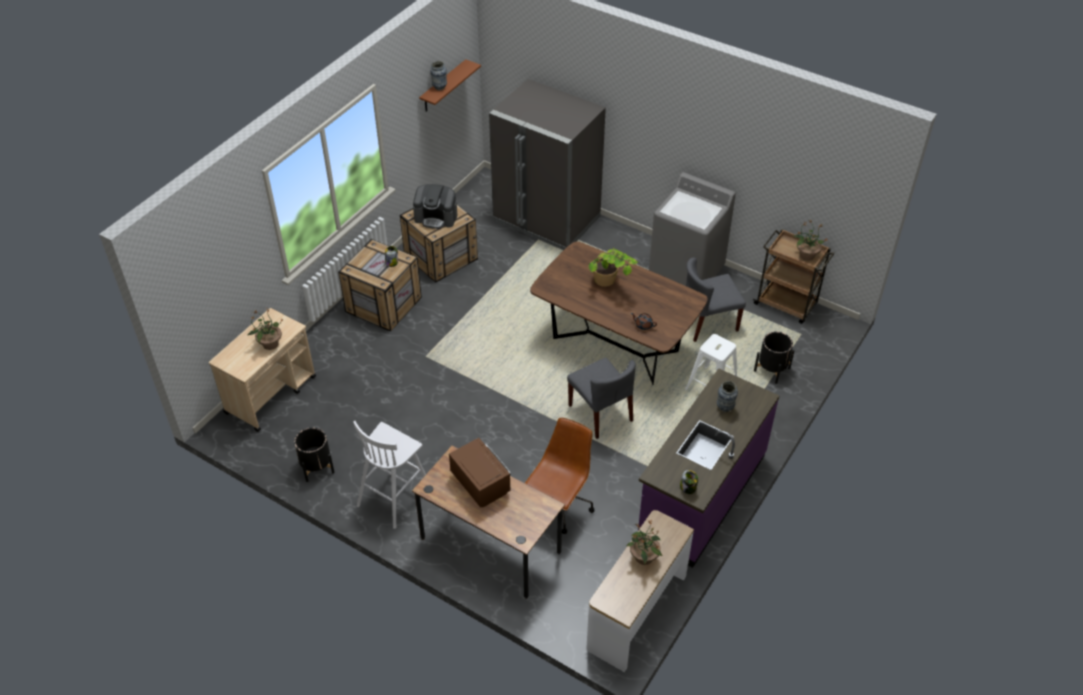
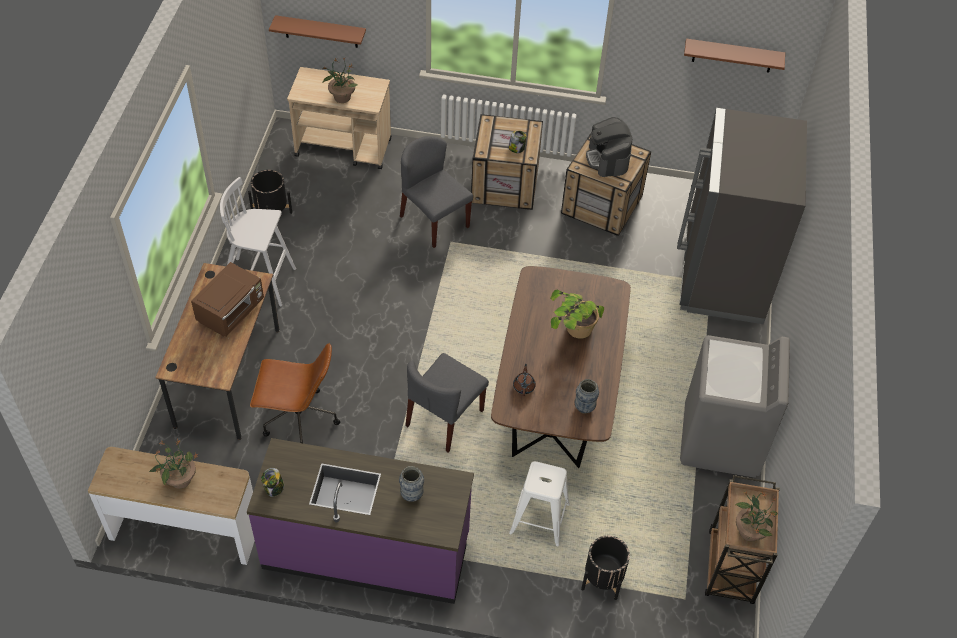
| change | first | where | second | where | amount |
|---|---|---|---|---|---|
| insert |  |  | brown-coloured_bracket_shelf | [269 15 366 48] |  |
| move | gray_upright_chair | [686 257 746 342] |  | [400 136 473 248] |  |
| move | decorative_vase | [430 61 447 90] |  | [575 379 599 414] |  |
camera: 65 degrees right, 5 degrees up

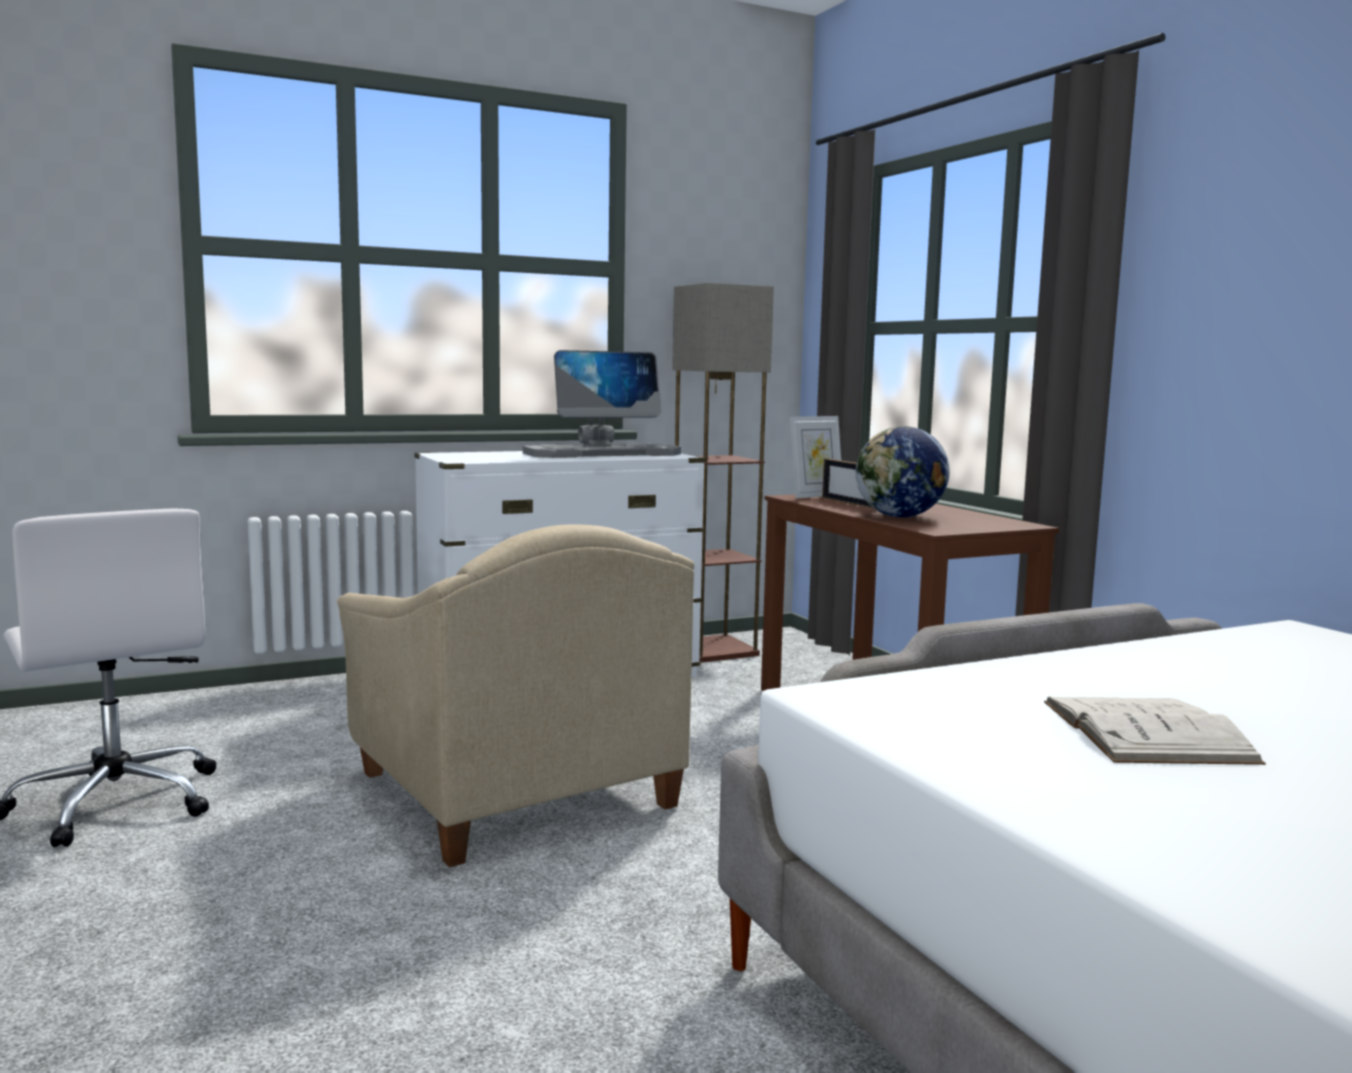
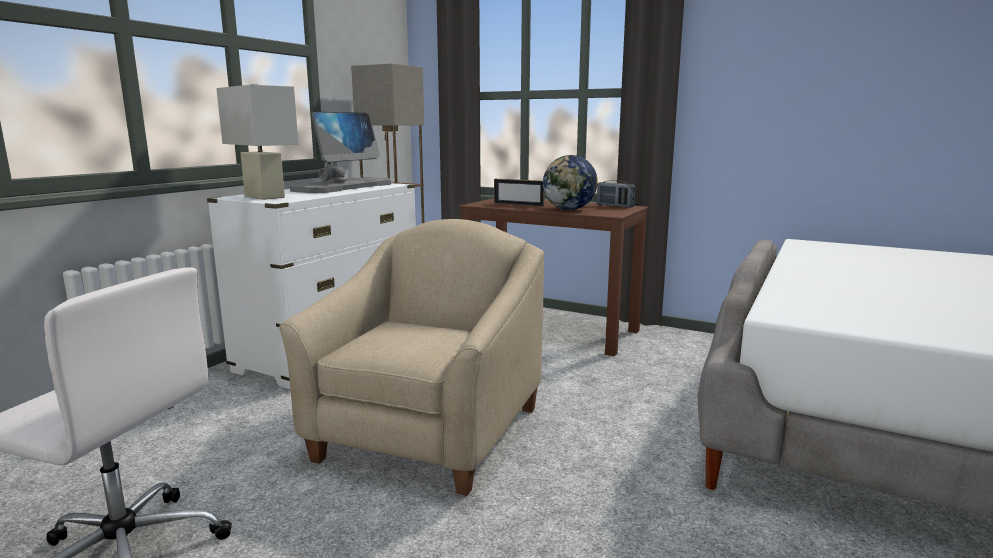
| change | first | where | second | where | amount |
|---|---|---|---|---|---|
| insert |  |  | white-coloured_table_lamp | [216 84 299 200] |  |
| rotate | beige-coloured_lounge_chair | [337 525 694 867] |  | [279 219 544 496] | 90 degrees counterclockwise |
| insert |  |  | radio_set | [597 180 635 208] |  |
| delete | standing_frame | [790 416 841 499] |  |  |  |
| delete | white-coloured_book | [1044 697 1266 765] |  |  |  |
camera: 35 degrees left, 5 degrees up

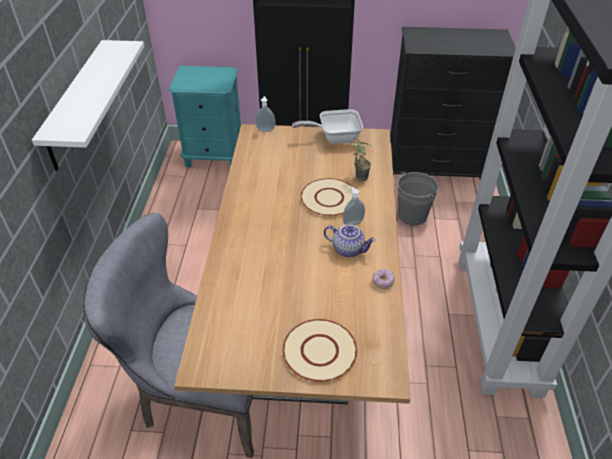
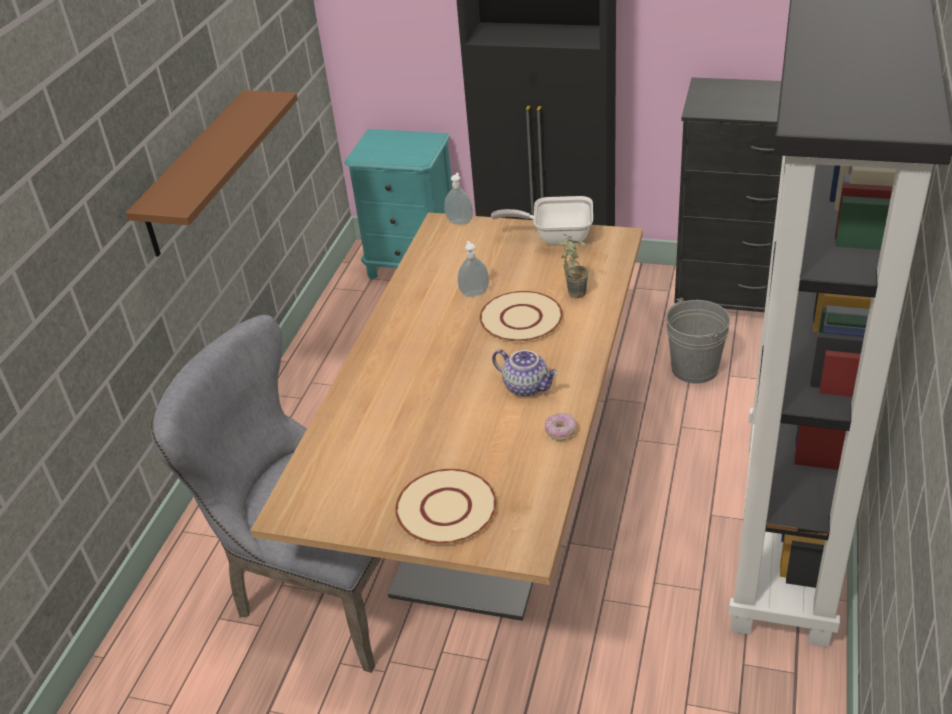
| change | first | where | second | where | amount |
|---|---|---|---|---|---|
| recolor | white-coloured_bracket_shelf | [32 40 144 171] | brown-coloured_bracket_shelf | [126 90 298 257] |  |
| move | liquid_soap_bottle | [343 187 365 226] |  | [458 241 489 297] |  |
camera: 15 degrees right, 5 degrees down

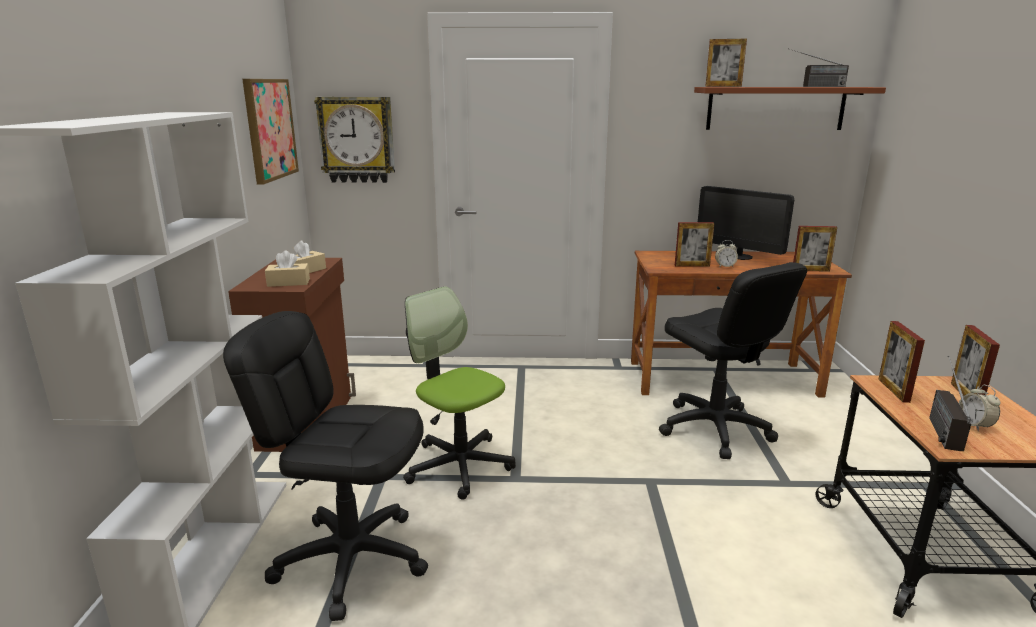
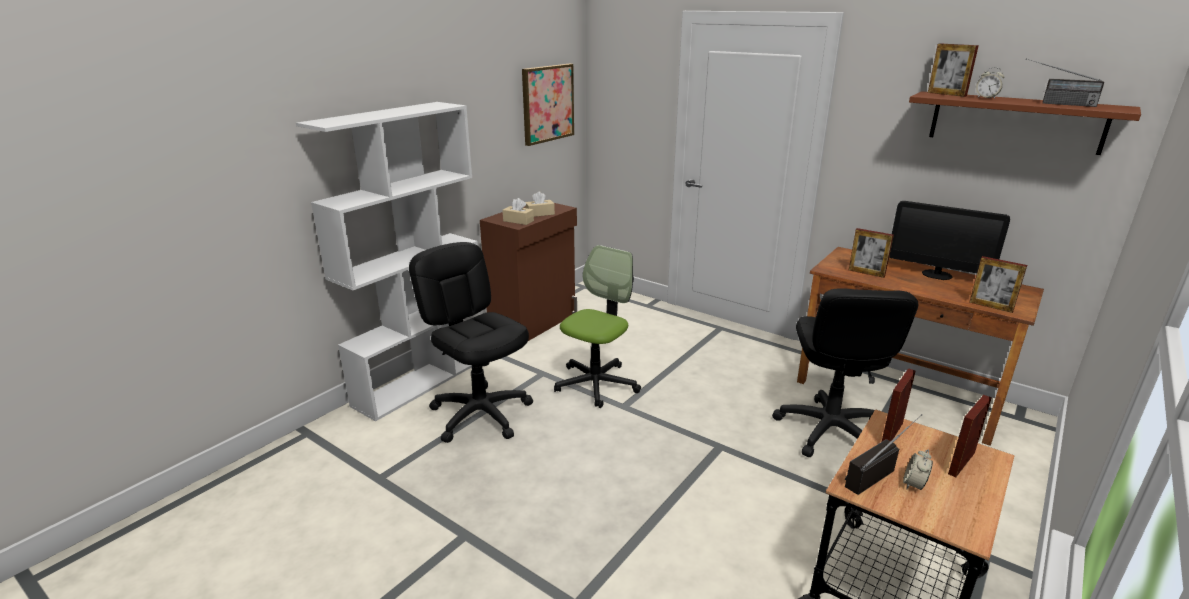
| change | first | where | second | where | amount |
|---|---|---|---|---|---|
| rotate | office_chair | [403 286 516 500] |  | [554 245 641 408] | 45 degrees clockwise |
| rotate | computer_display | [698 186 794 260] |  | [889 201 1010 280] | 45 degrees counterclockwise |
| move | bedside_clock | [715 240 738 267] |  | [976 67 1004 99] |  |
| delete | wall_clock | [314 97 395 183] |  |  |  |
camera: 35 degrees right, 5 degrees up

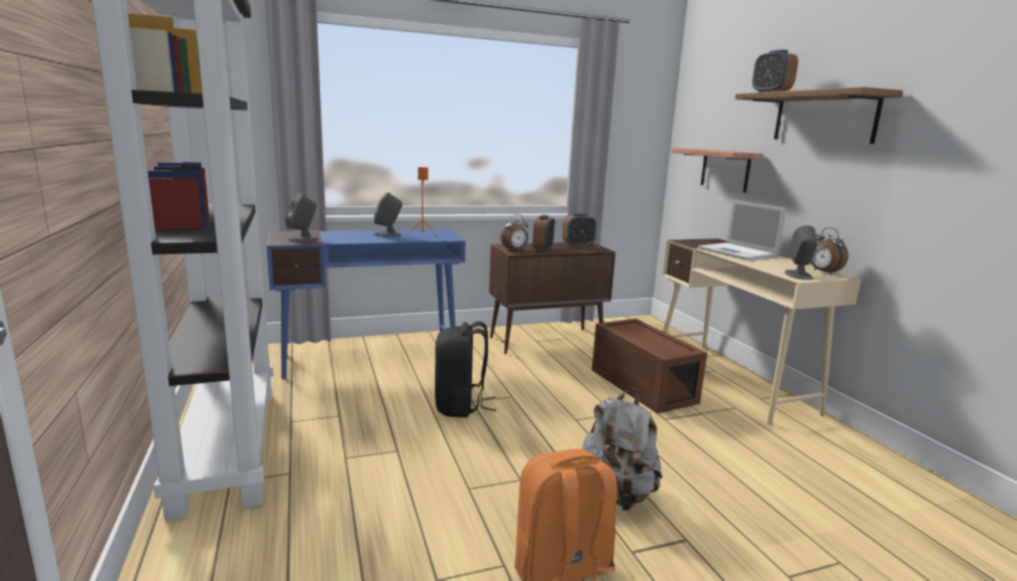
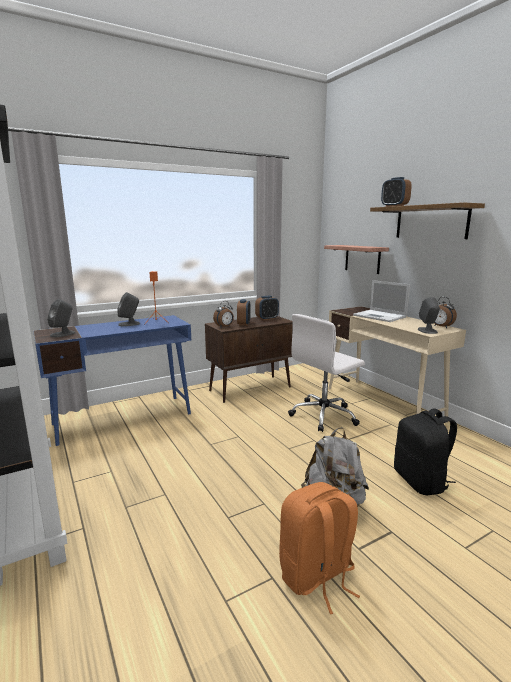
| change | first | where | second | where | amount |
|---|---|---|---|---|---|
| replace | brown-coloured_storage_box | [592 318 707 414] | white-coloured_office_chair | [288 314 365 432] |  |
| move | blackish_knapsack | [435 321 496 417] |  | [394 408 457 495] |  |
camera: 10 degrees left, 0 degrees up

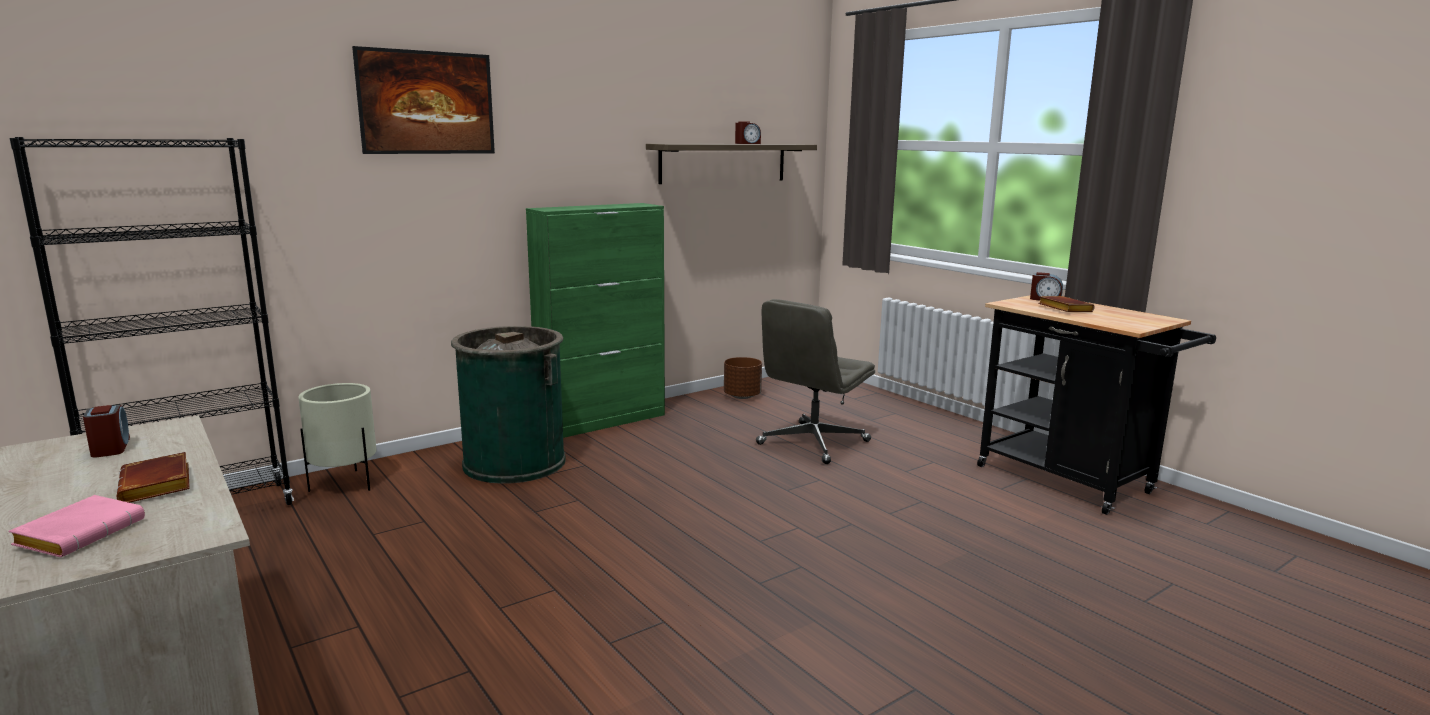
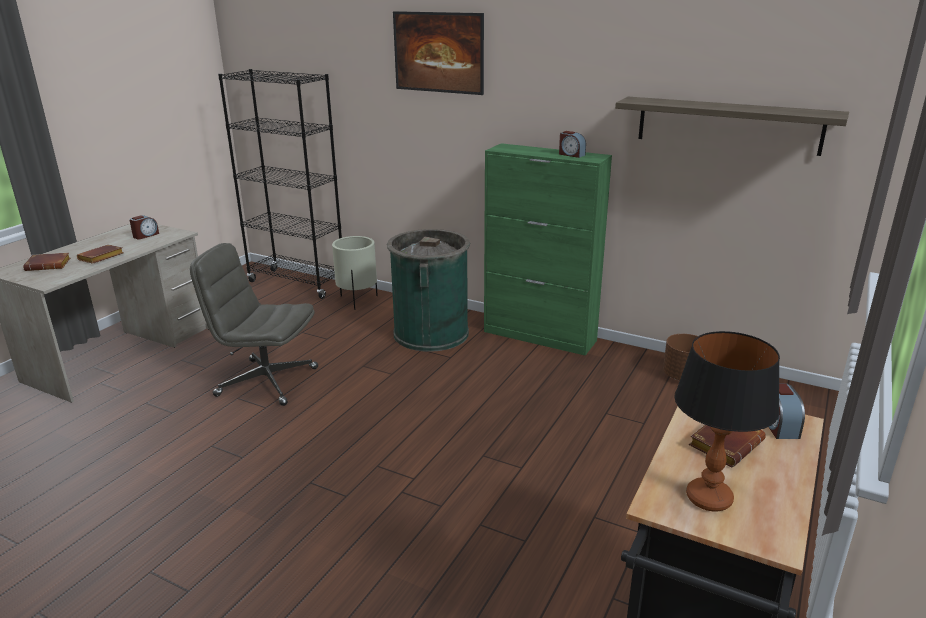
| change | first | where | second | where | amount |
|---|---|---|---|---|---|
| recolor | pinkish_book | [8 495 145 557] | brown-coloured_book | [23 253 70 271] |  |
| move | gray_office_chair | [756 299 875 464] |  | [190 243 318 406] |  |
| move | bedside_clock | [735 121 761 144] |  | [559 131 586 158] |  |
| insert |  |  | table_lamp | [674 331 780 512] |  |
camera: 65 degrees right, 10 degrees up

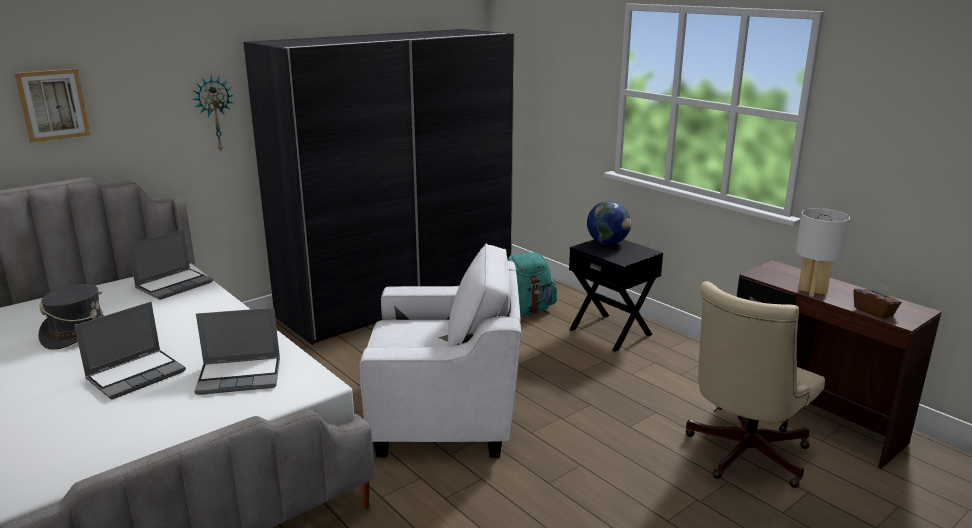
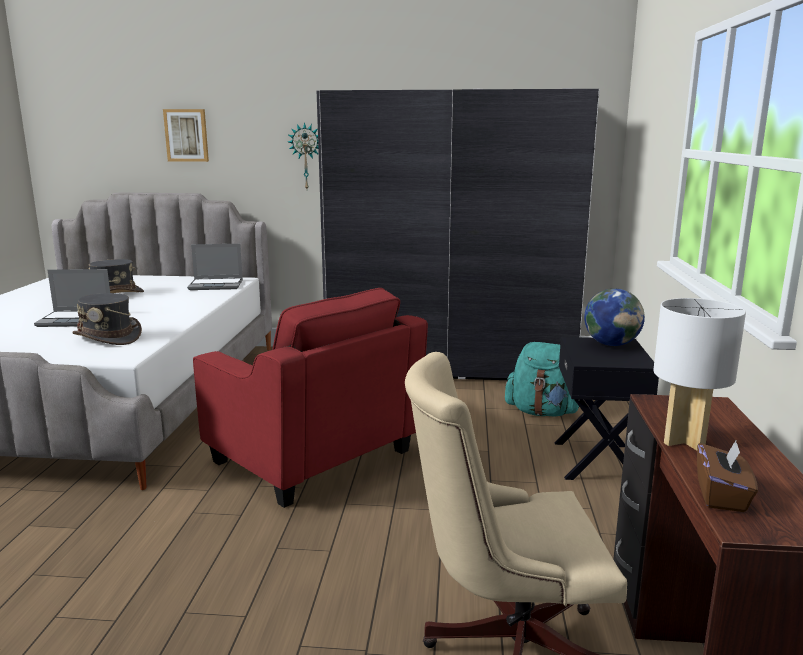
| change | first | where | second | where | amount |
|---|---|---|---|---|---|
| replace | portable_computer | [194 308 280 395] | gray_hat | [72 293 142 345] |  |
| recolor | white-coloured_lounge_chair | [360 244 521 458] | red-coloured_lounge_chair | [193 288 428 508] |  |
camera: 45 degrees right, 5 degrees down

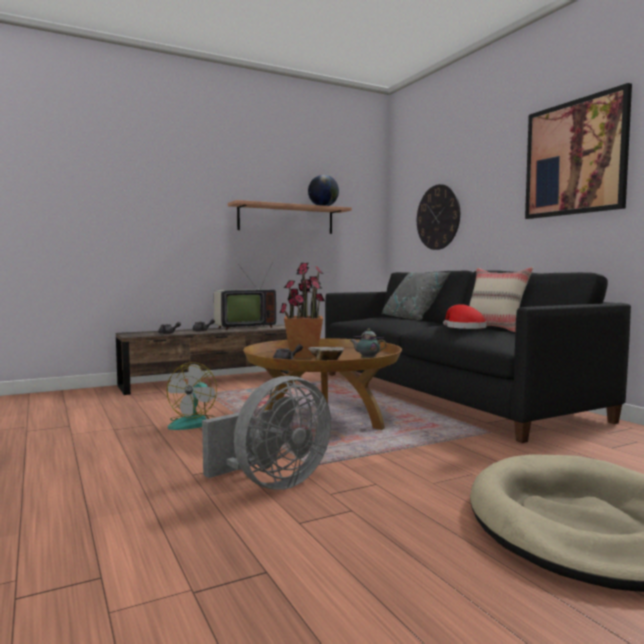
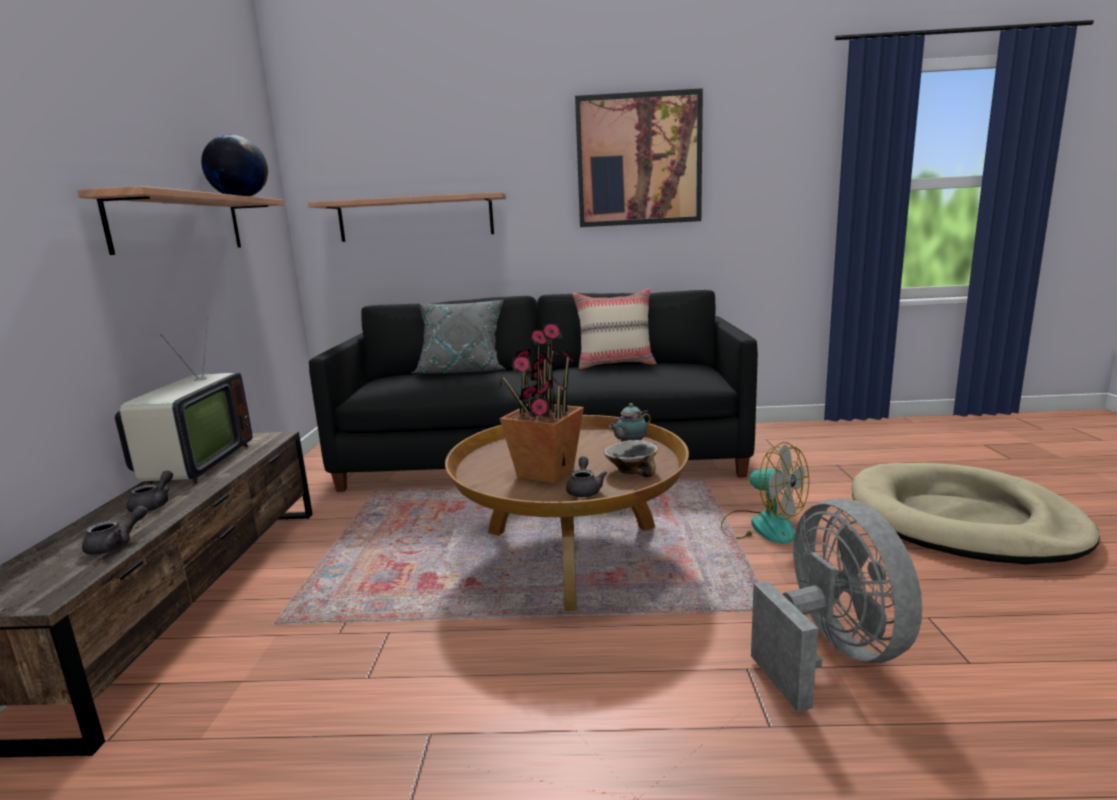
| change | first | where | second | where | amount |
|---|---|---|---|---|---|
| replace | wall_clock | [417 184 460 250] | bracket_shelf | [308 192 506 242] |  |
| move | fan | [167 362 217 430] |  | [721 442 809 544] |  |
| delete | red-coloured_hat | [443 304 487 329] |  |  |  |
camera: 60 degrees left, 10 degrees up

